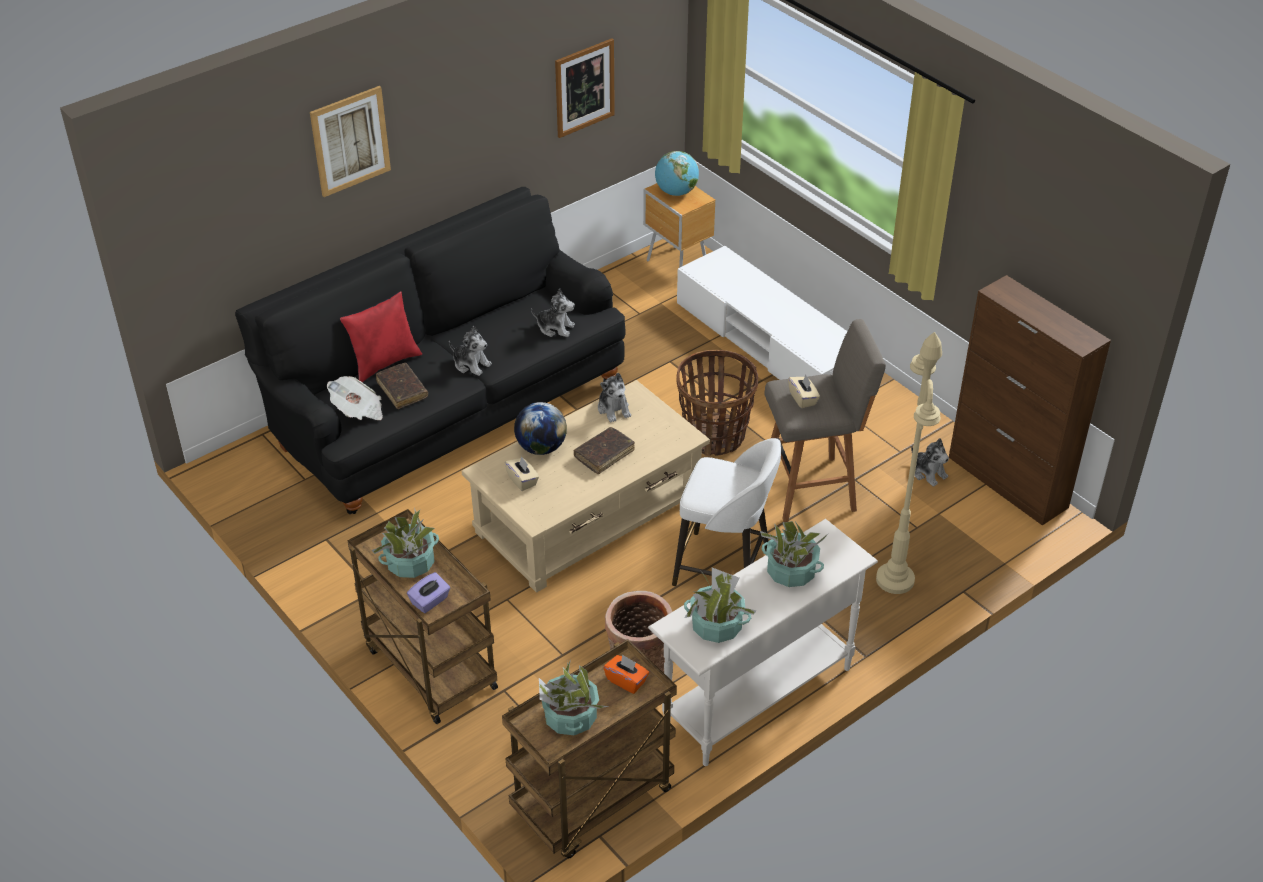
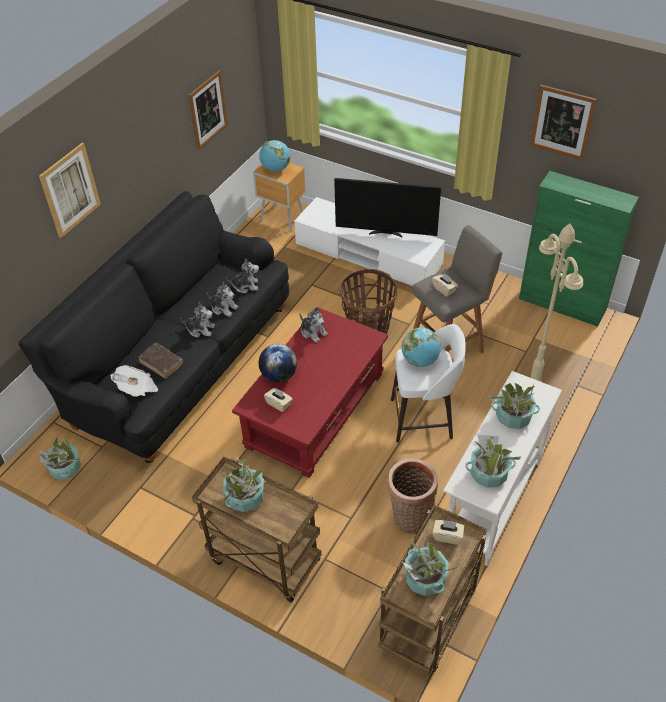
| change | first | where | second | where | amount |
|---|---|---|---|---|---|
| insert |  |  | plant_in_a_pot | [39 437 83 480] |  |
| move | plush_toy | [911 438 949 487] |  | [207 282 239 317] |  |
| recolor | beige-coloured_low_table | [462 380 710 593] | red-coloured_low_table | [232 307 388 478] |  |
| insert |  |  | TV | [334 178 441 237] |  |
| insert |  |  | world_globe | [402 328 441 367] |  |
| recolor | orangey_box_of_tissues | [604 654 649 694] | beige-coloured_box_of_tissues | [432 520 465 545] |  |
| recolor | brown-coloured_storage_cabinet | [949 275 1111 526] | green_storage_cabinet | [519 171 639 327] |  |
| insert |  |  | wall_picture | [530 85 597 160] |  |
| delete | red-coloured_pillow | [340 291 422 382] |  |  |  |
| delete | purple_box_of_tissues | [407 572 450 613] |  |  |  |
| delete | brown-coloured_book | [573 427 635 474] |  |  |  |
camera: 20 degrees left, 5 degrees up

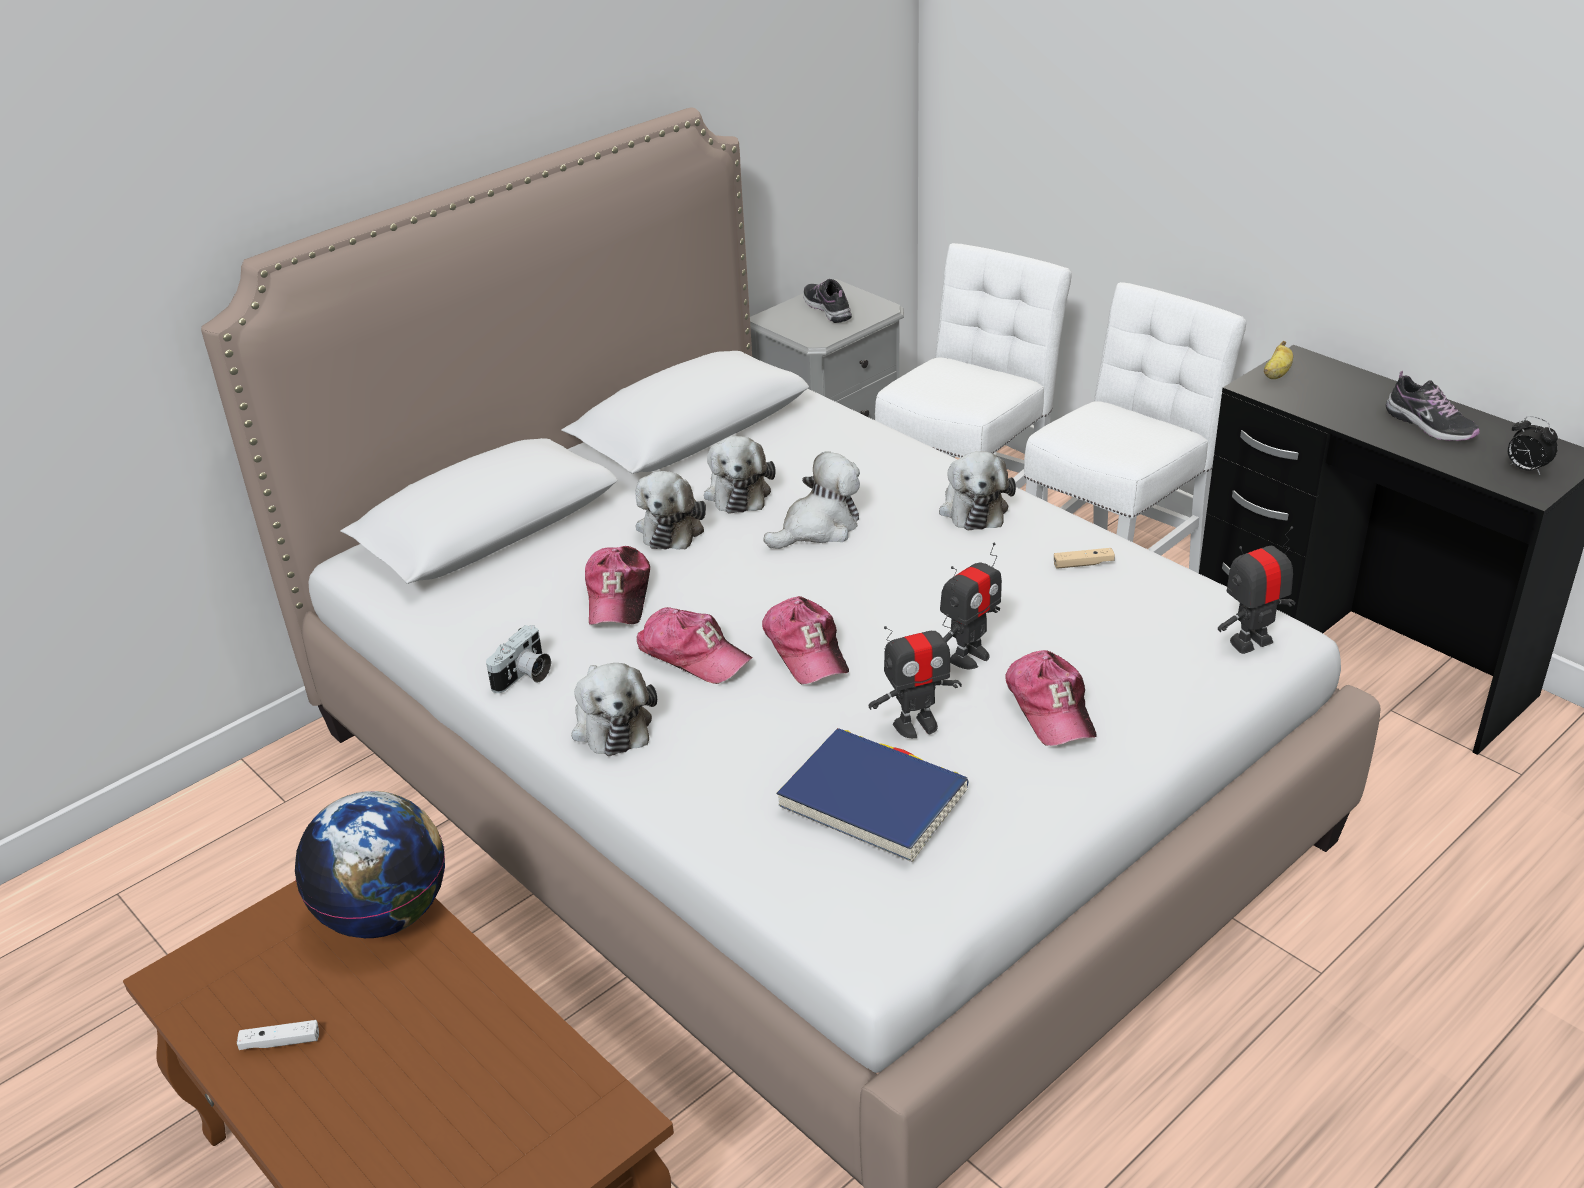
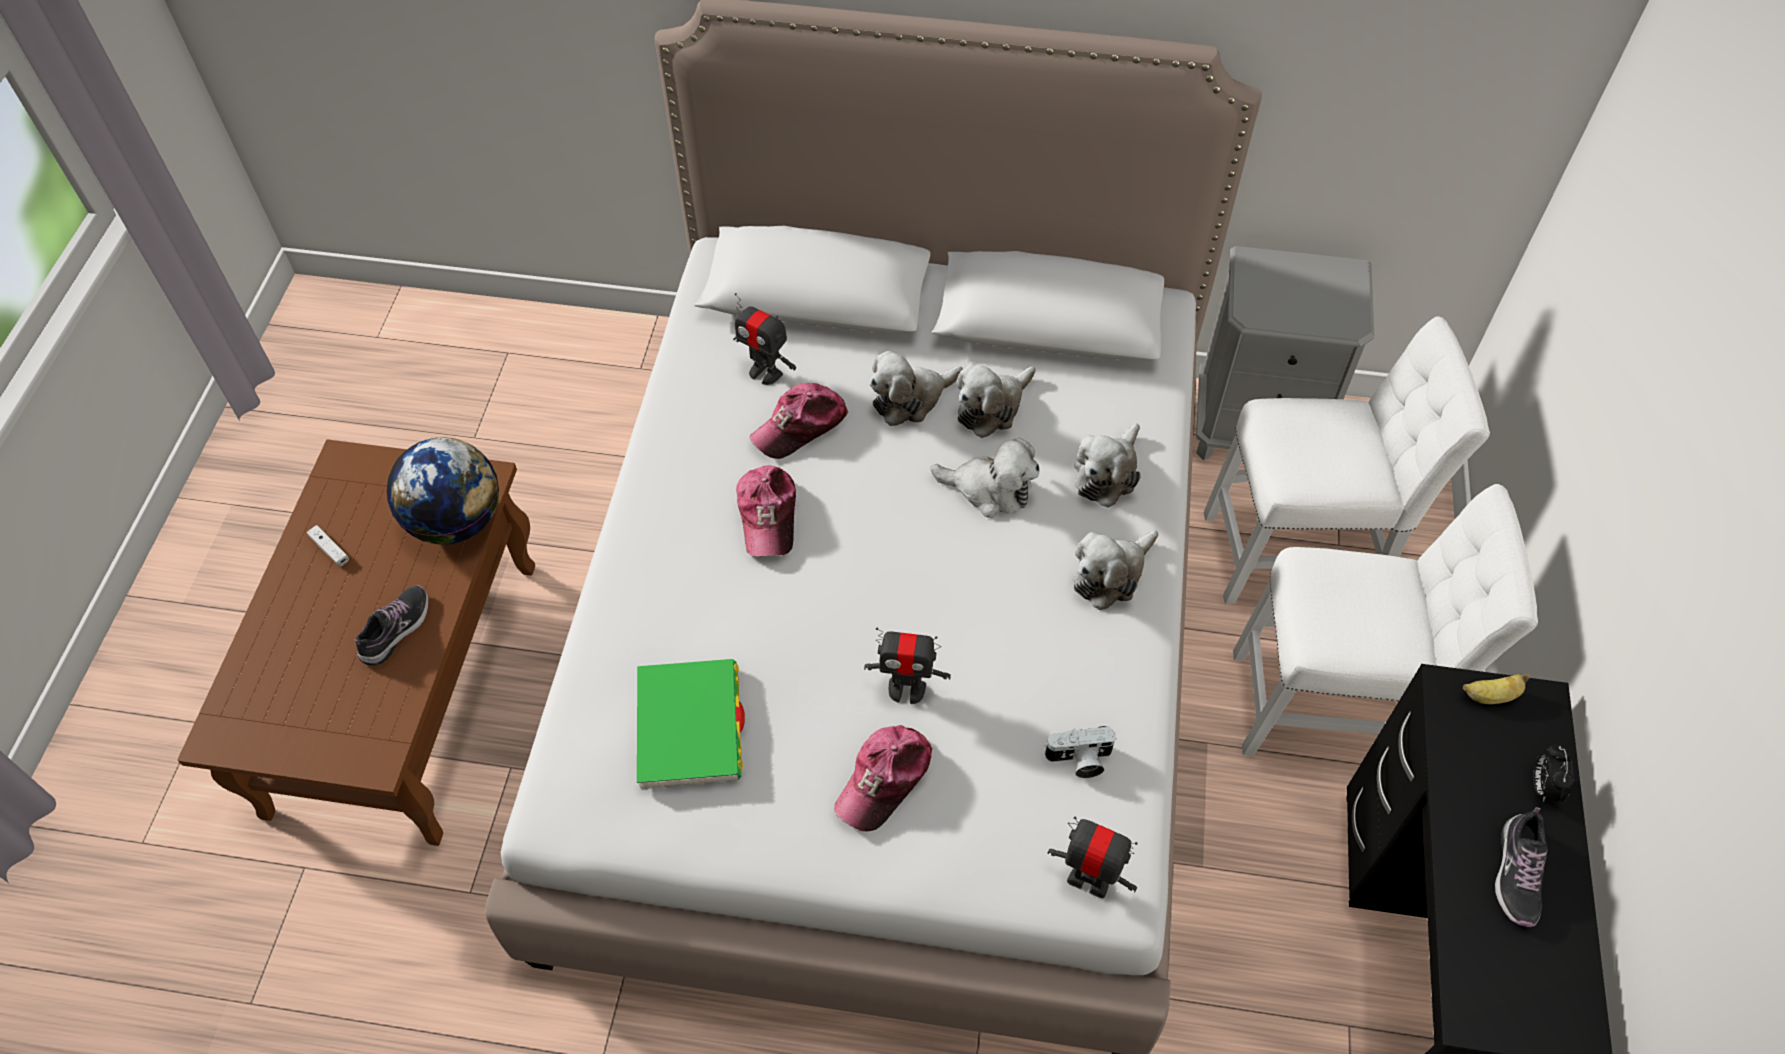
| change | first | where | second | where | amount |
|---|---|---|---|---|---|
| move | low_shoe | [803 279 852 323] |  | [354 585 429 666] |  |
| recolor | blue-coloured_book | [777 728 969 862] | green_book | [637 659 745 790] |  |
| move | toy_robot | [868 614 962 738] |  | [733 293 796 385] |  |
| move | still_camera | [486 625 551 693] |  | [1045 726 1117 778] |  |
| move | plush_toy | [571 663 657 756] |  | [1074 423 1141 508] |  |
| move | bedside_clock | [1507 416 1558 475] |  | [1533 745 1574 802] |  |
| delete | peaked_cap | [762 596 849 684] |  |  |  |
| delete | beige-coloured_gamepad | [1054 548 1115 569] |  |  |  |
camera: 50 degrees right, 20 degrees up

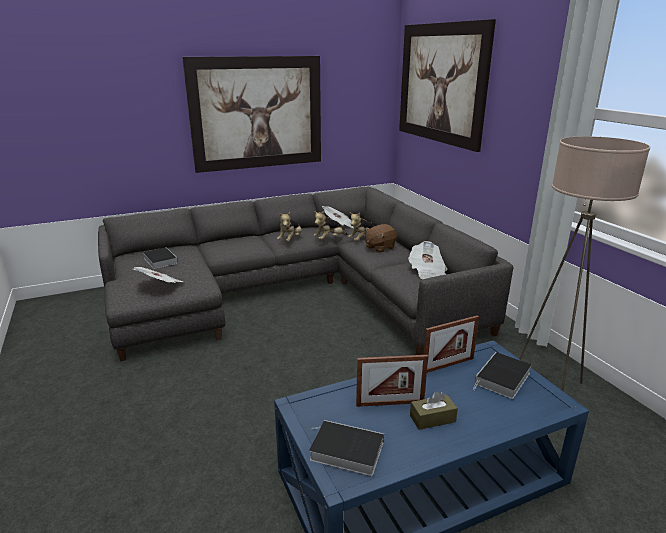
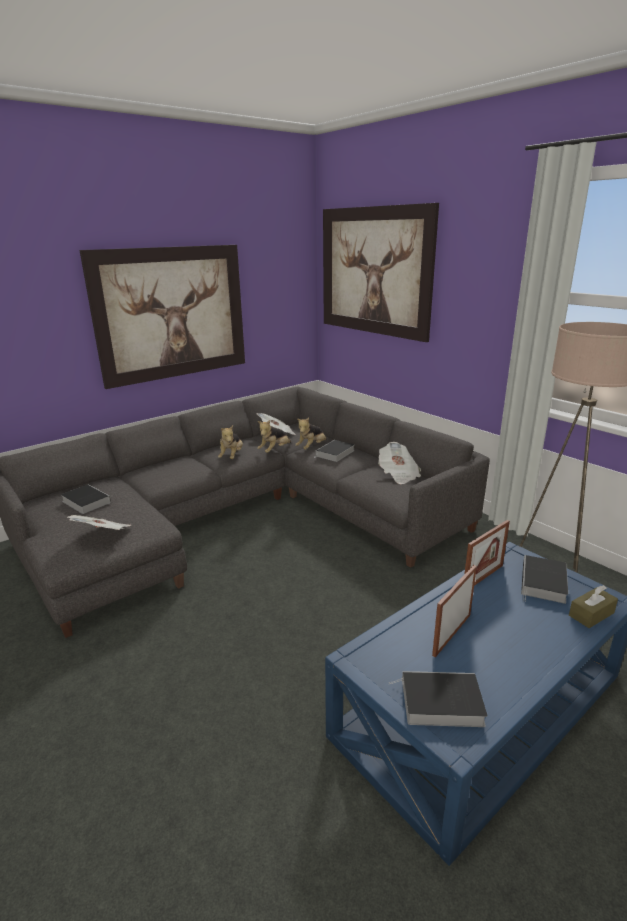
| change | first | where | second | where | amount |
|---|---|---|---|---|---|
| replace | brown-coloured_plush_toy | [365 224 397 253] | book | [313 440 355 462] |  |
| rotate | standing_frame | [356 355 428 407] |  | [432 565 477 657] | 150 degrees clockwise |
| move | brown-coloured_box_of_tissues | [410 392 458 430] |  | [569 585 618 628] |  |
camera: 15 degrees left, 0 degrees up

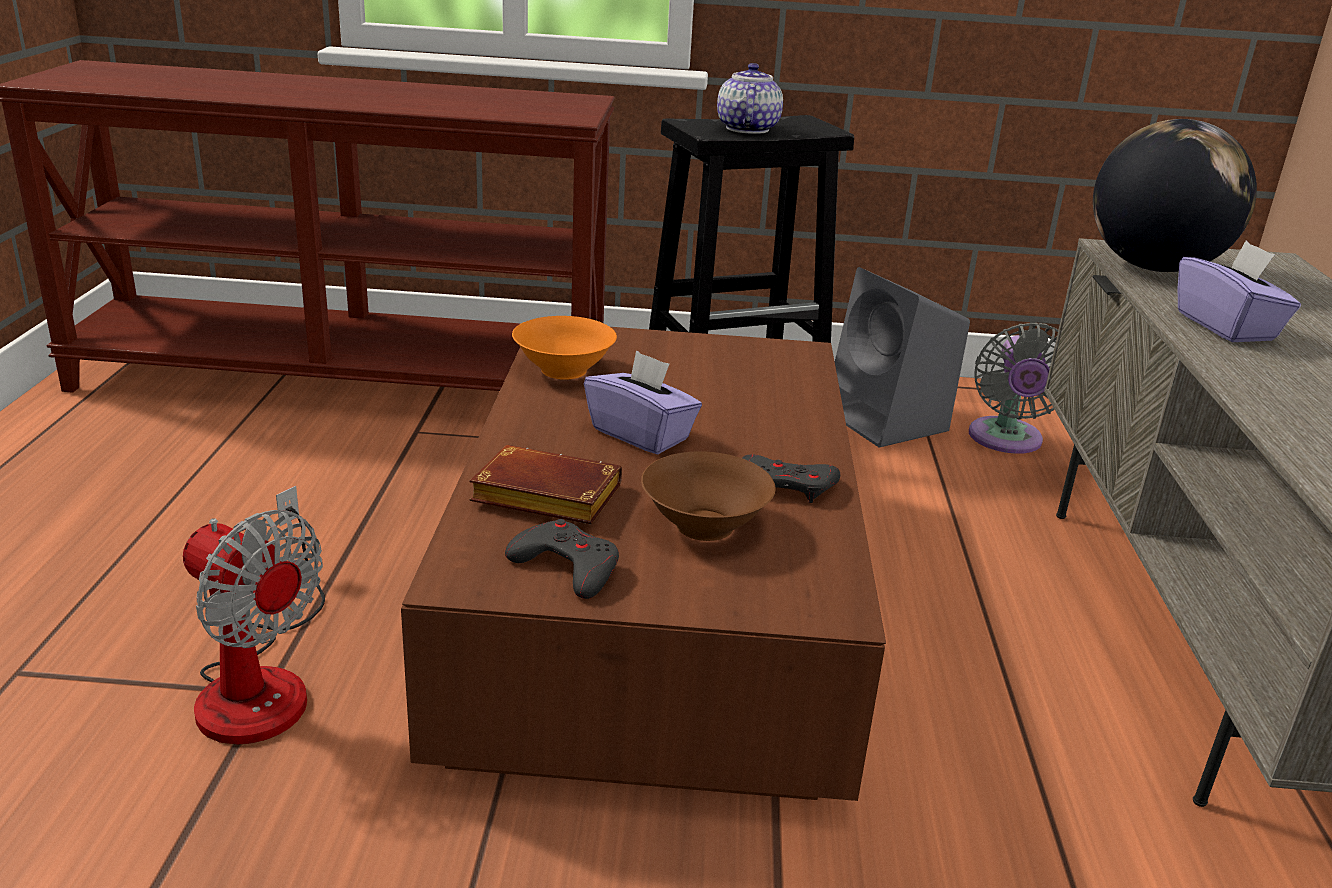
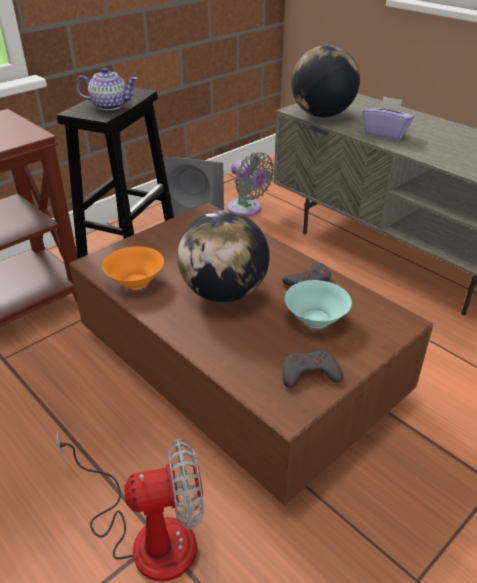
| change | first | where | second | where | amount |
|---|---|---|---|---|---|
| rotate | tea_pot | [717 63 783 134] |  | [76 68 138 110] | 135 degrees clockwise |
| replace | purple_box_of_tissues | [584 350 702 454] | world_globe | [177 210 269 303] |  |
| recolor | brown-coloured_bowl | [641 451 776 541] | turquoise_bowl | [285 280 352 328] |  |
| delete | brown-coloured_book | [470 445 622 524] |  |  |  |
camera: 45 degrees left, 10 degrees up

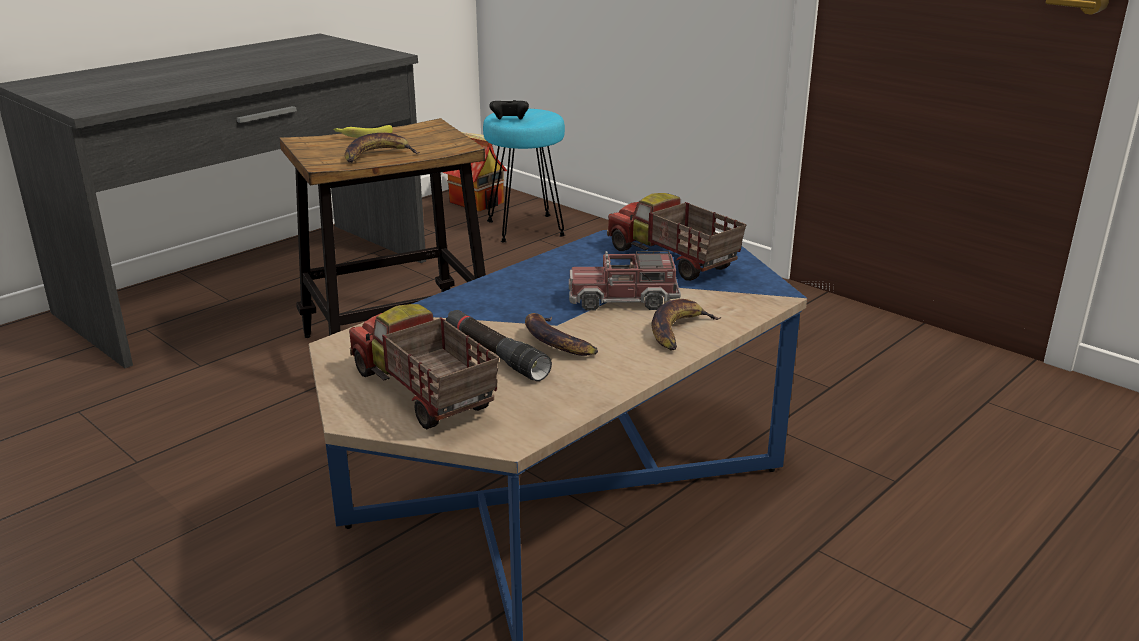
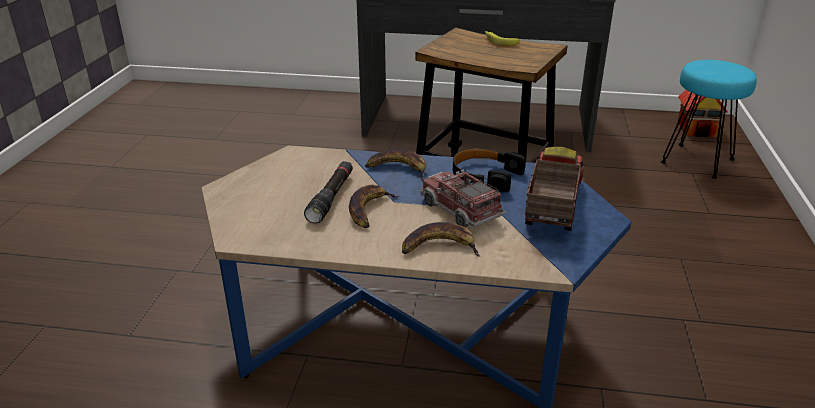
| change | first | where | second | where | amount |
|---|---|---|---|---|---|
| move | banana | [344 133 420 163] |  | [365 149 426 181] |  |
| insert |  |  | blackish_pair_of_headphones | [453 148 526 192] |  |
| delete | model_truck | [349 304 499 429] |  |  |  |
| delete | blackish_gamepad | [489 100 529 120] |  |  |  |
camera: 55 degrees right, 5 degrees up

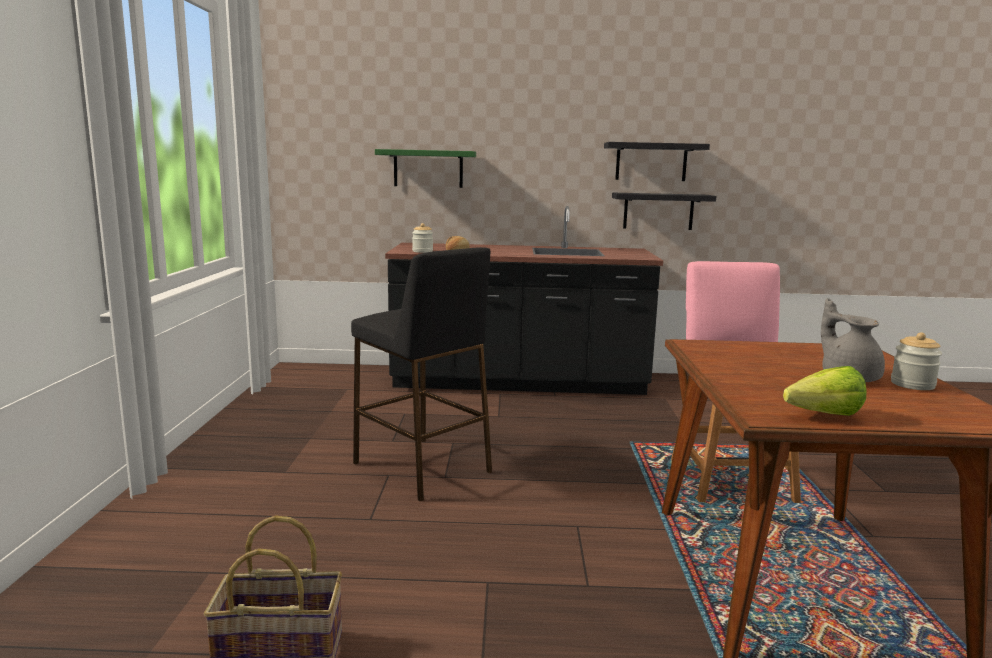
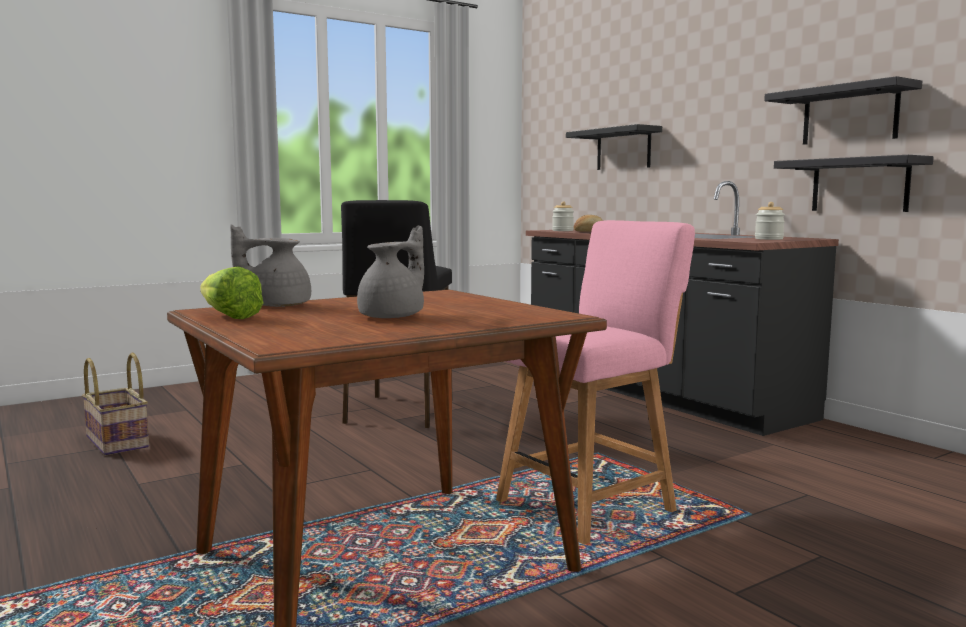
| change | first | where | second | where | amount |
|---|---|---|---|---|---|
| insert |  |  | gray_tea_pot | [230 224 311 307] |  |
| recolor | green_bracket_shelf | [375 149 476 188] | blackish_bracket_shelf | [566 124 662 170] |  |
| move | preserve_jar | [891 332 942 390] |  | [755 202 785 240] |  |
camera: 55 degrees right, 5 degrees down

